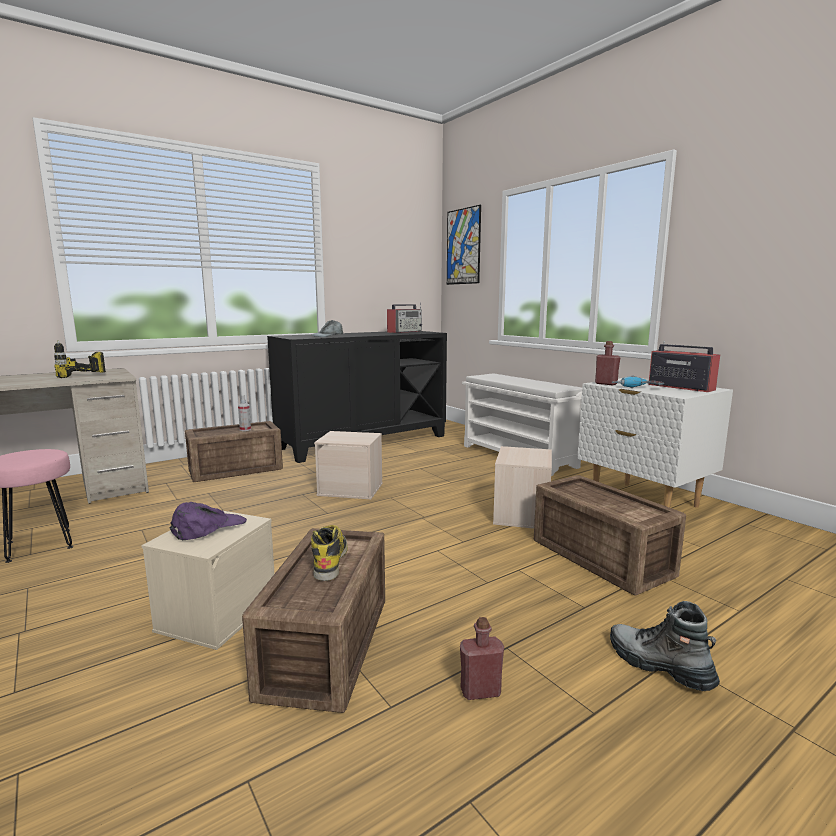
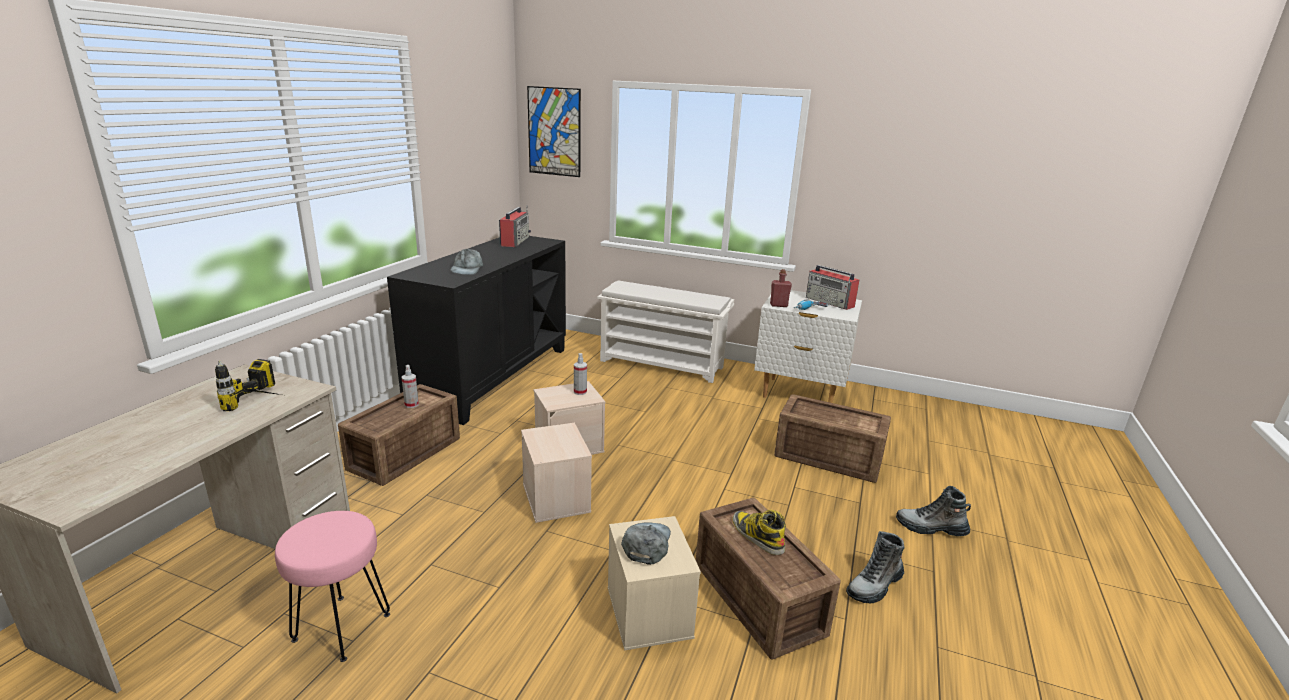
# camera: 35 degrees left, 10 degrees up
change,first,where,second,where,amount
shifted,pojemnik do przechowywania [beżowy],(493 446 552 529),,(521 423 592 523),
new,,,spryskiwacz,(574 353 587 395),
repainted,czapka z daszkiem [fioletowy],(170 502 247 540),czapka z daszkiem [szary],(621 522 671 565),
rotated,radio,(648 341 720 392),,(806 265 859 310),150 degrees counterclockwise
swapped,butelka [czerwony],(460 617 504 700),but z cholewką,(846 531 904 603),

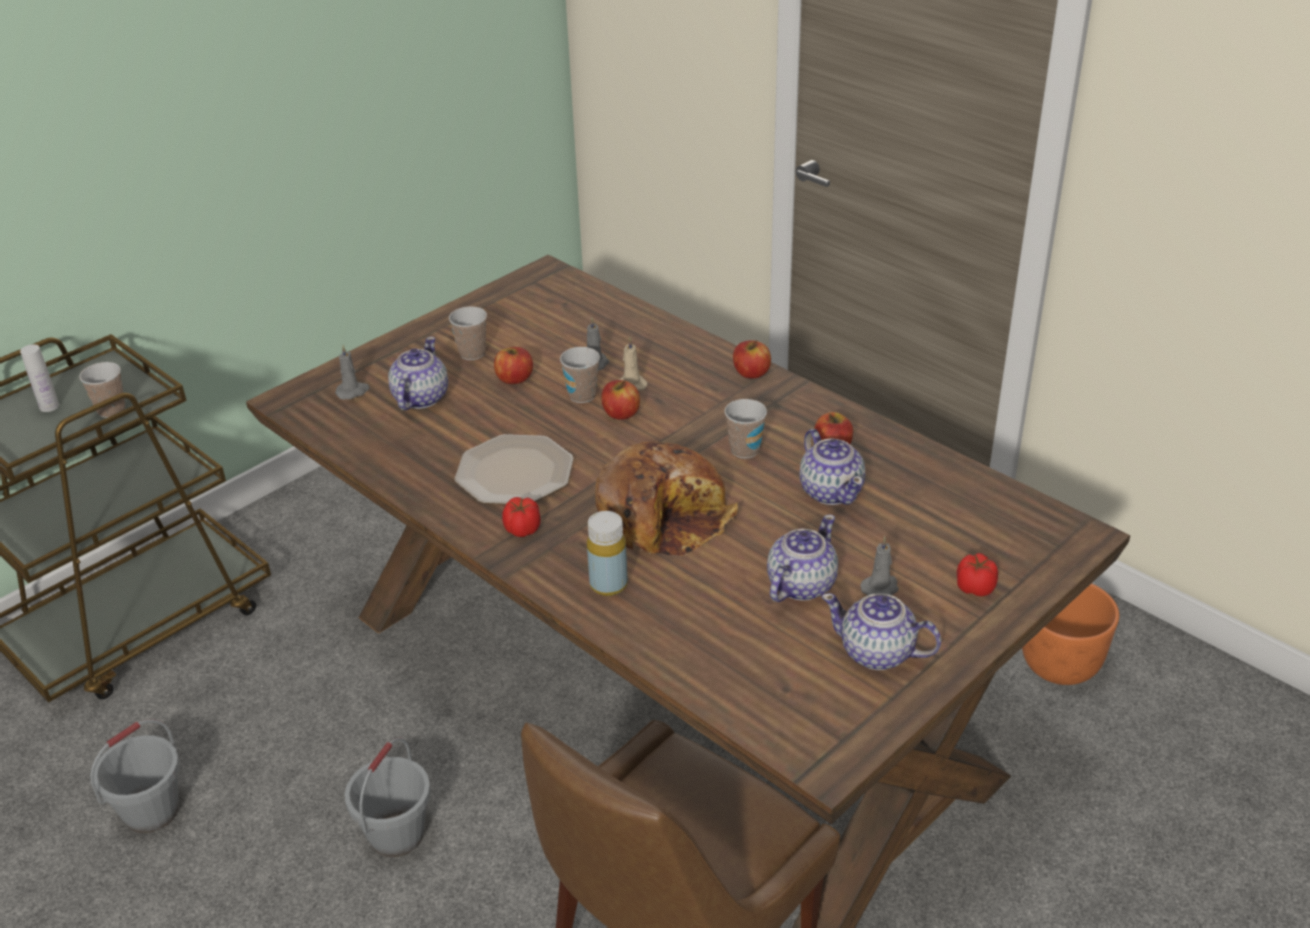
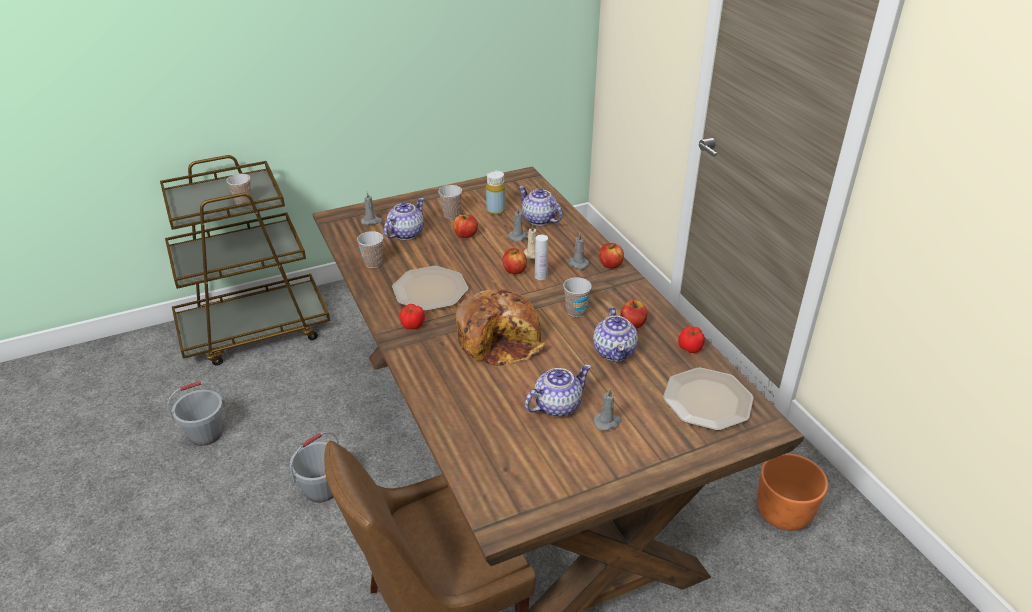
# camera: 20 degrees right, 0 degrees up
change,first,where,second,where,amount
shifted,filiżanka,(560 347 600 403),,(357 231 384 268),
shifted,butelka [żółty],(587 511 628 596),,(486 171 506 215),
shifted,imbryk,(821 593 941 670),,(519 186 562 226),
shifted,butelka [biały],(20 344 59 412),,(535 235 548 280),
new,,,świeca [szary],(568 234 589 269),
new,,,talerz,(663 368 753 431),
shifted,pomidor,(957 553 998 597),,(678 326 705 353),

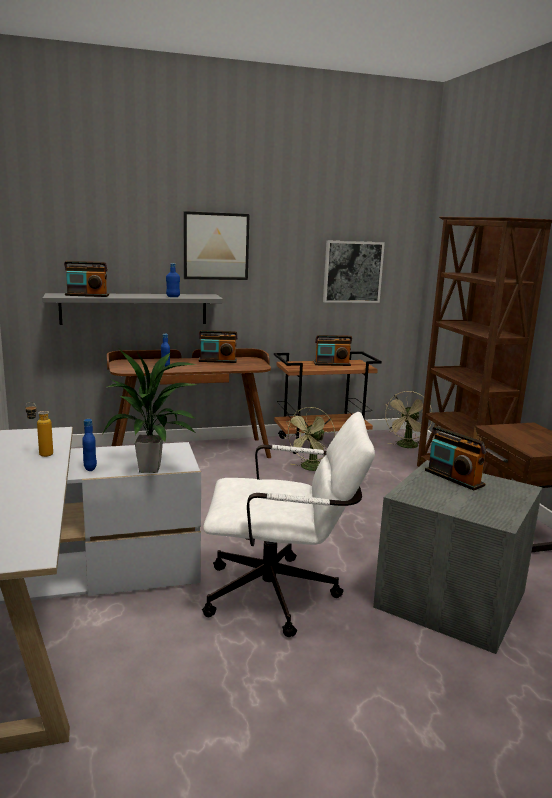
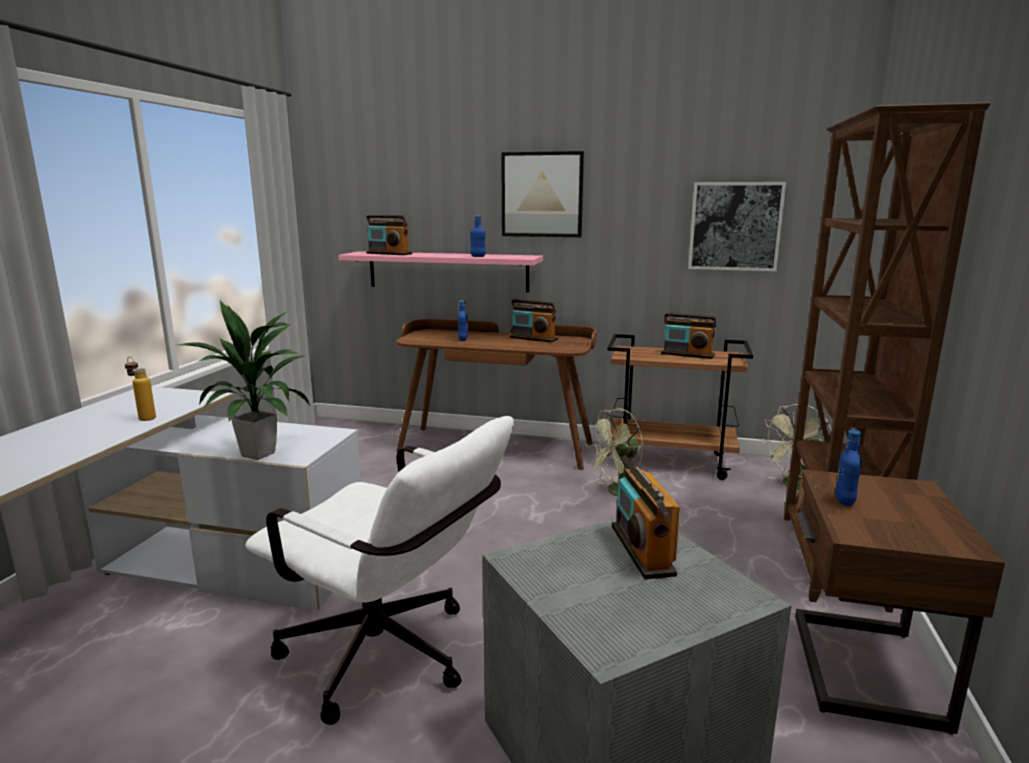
# camera: 30 degrees right, 0 degrees up
change,first,where,second,where,amount
repainted,półka [szary],(42 293 223 325),półka [różowy],(338 251 543 292),
shifted,butelka [niebieski],(82 419 97 471),,(835 430 862 506),

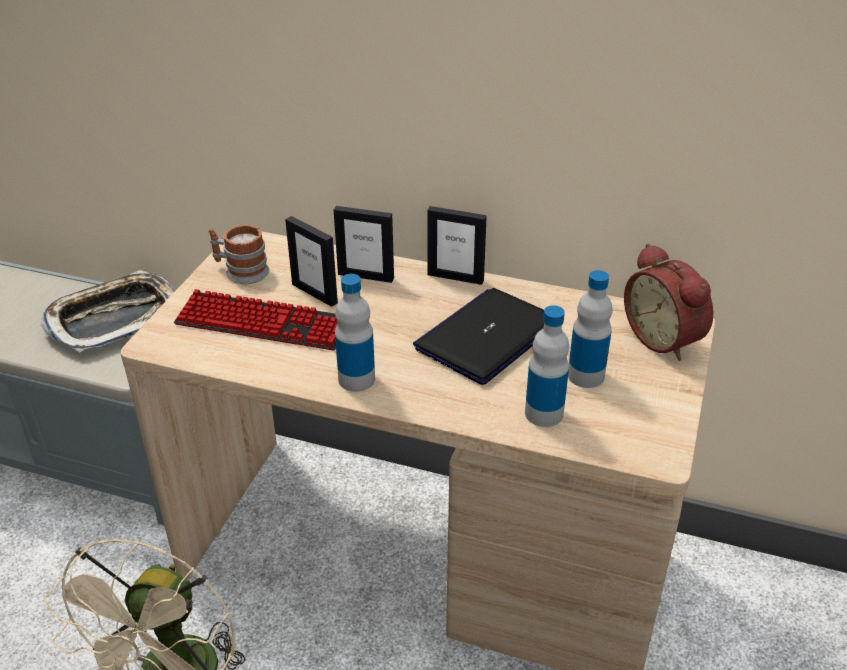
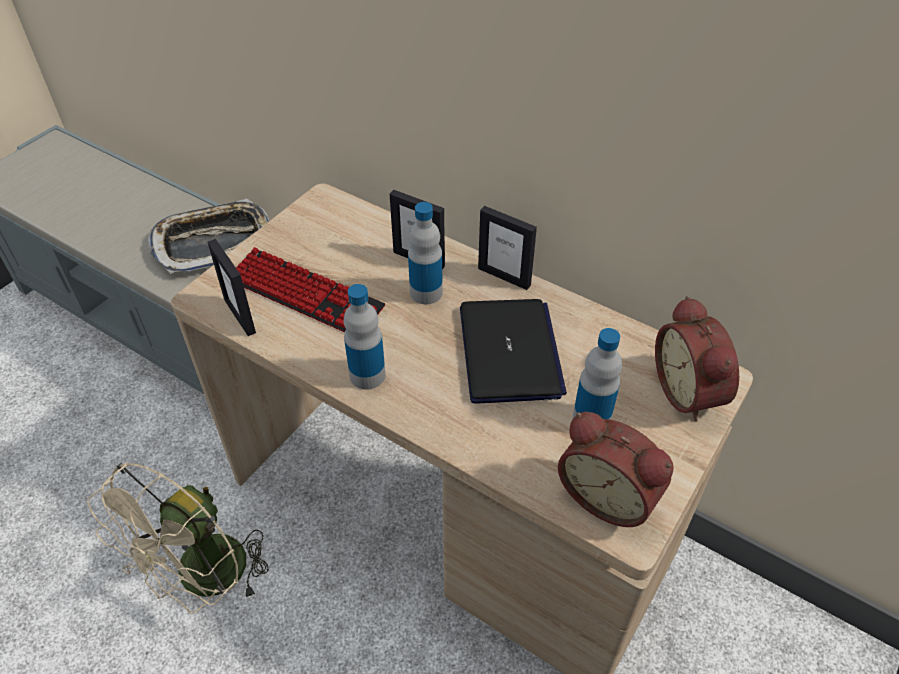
# camera: 15 degrees right, 10 degrees up
change,first,where,second,where,amount
shifted,ramka na zdjęcie,(285 216 338 307),,(208 239 256 336),
shifted,butelka,(525 305 569 427),,(408 202 443 304),
rotated,laptop,(413 288 544 385),,(460 299 567 404),120 degrees clockwise
new,,,budzik,(558 412 674 527),
gone,kubek,(209 225 269 284),,,

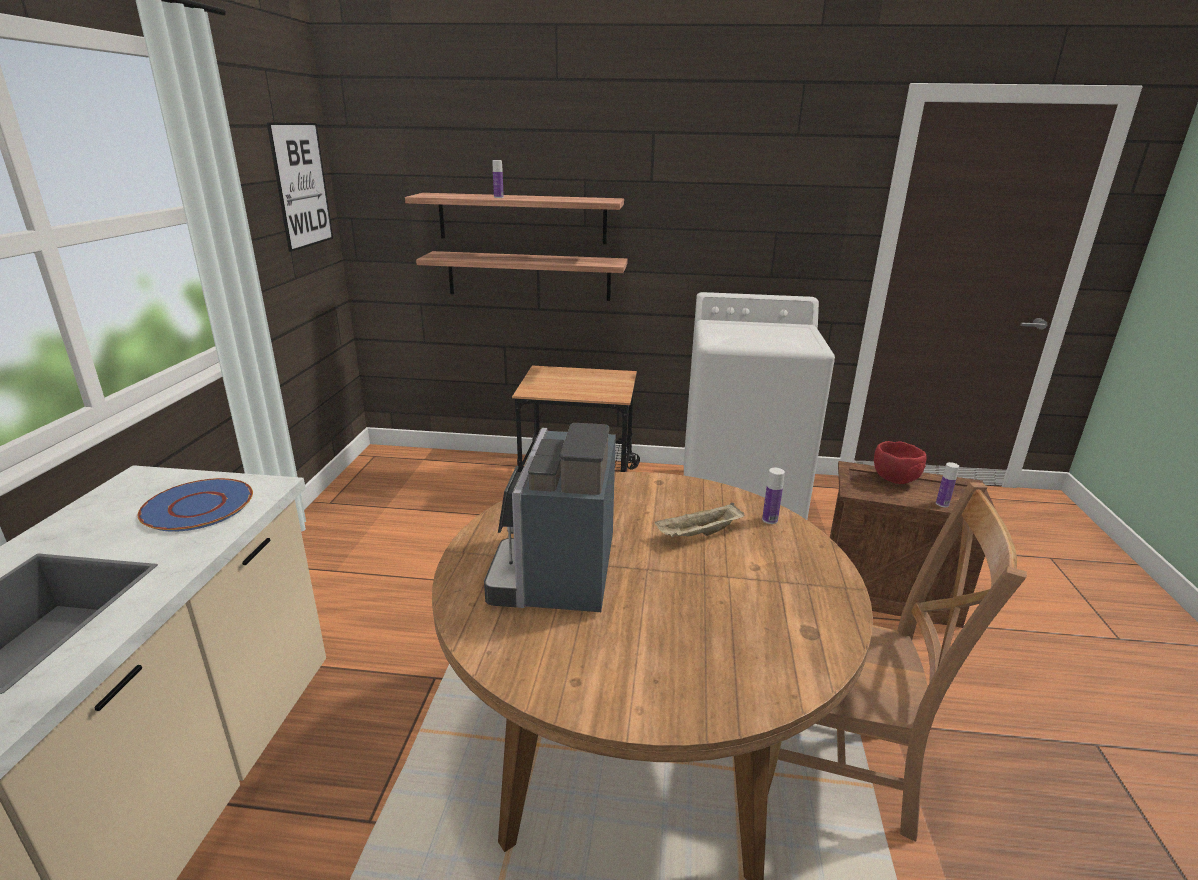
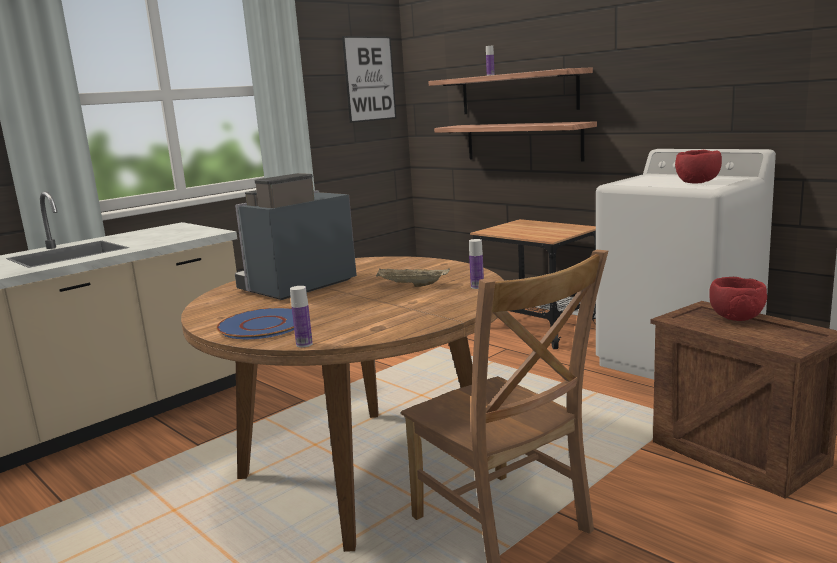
# camera: 40 degrees right, 10 degrees down
change,first,where,second,where,amount
shifted,talerz [niebieski],(138 478 253 532),,(216 307 294 339),
shifted,butelka,(936 462 959 507),,(290 286 313 347),
new,,,miska [czerwony],(675 150 722 184),

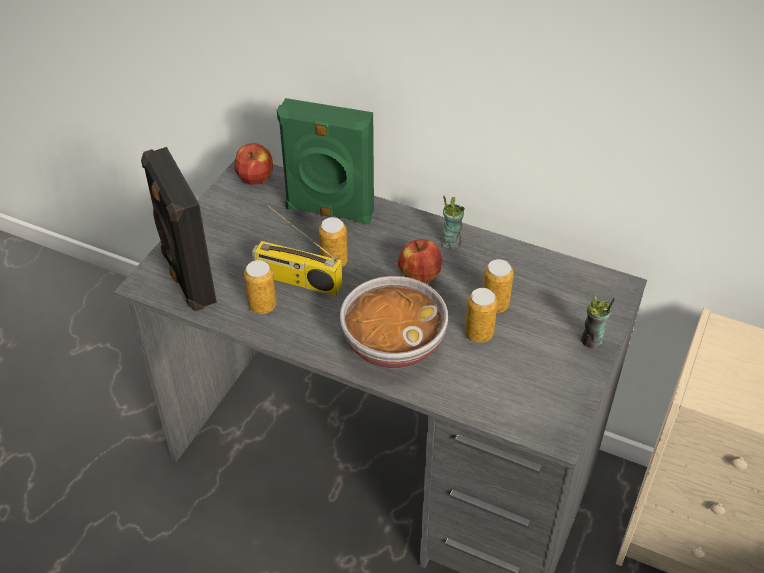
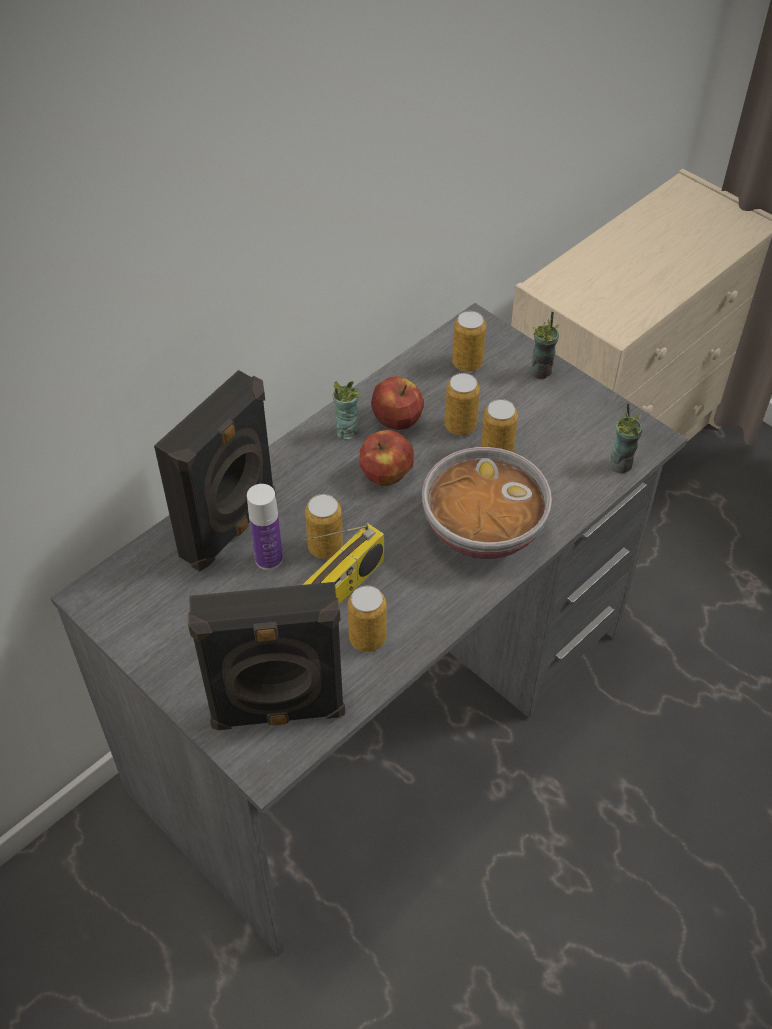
# camera: 70 degrees left, 5 degrees up
change,first,where,second,where,amount
repainted,głośnik [zielony],(277 98 374 224),głośnik [czarny],(154 370 276 572),
new,,,butelka,(247 484 283 570),
shifted,jabłko,(234 143 273 185),,(371 376 424 430),
new,,,puszka,(452 311 486 372),
new,,,filiżanka,(608 403 643 473),

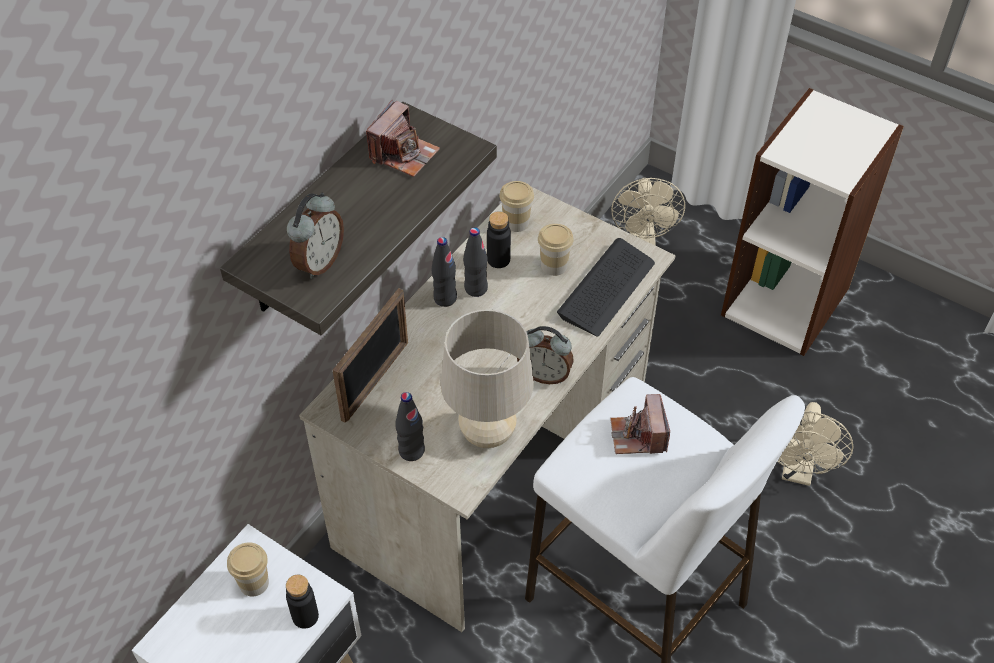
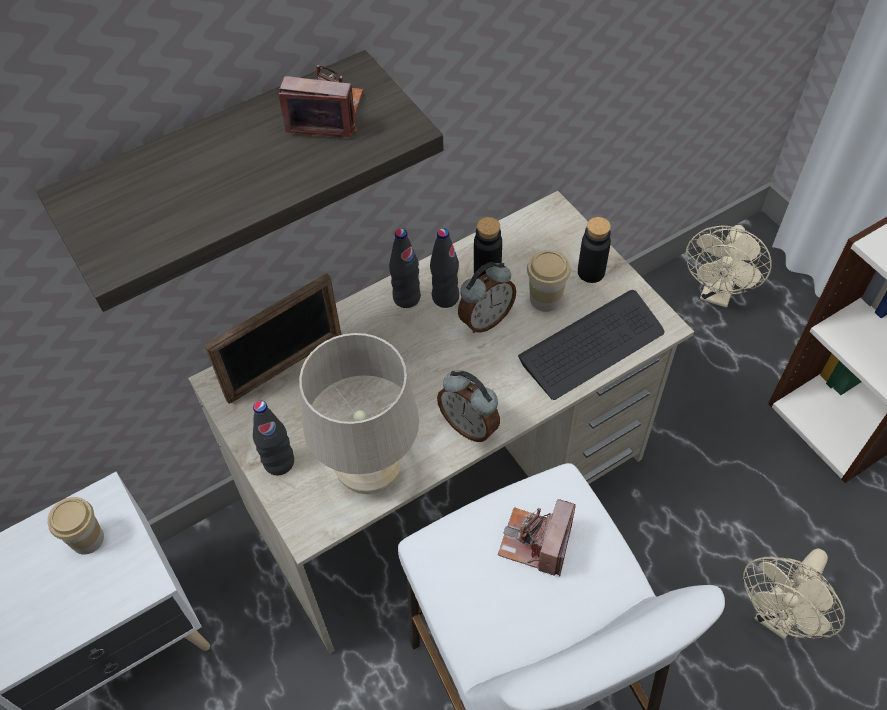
# camera: 25 degrees right, 5 degrees up
change,first,where,second,where,amount
rotated,aparat fotograficzny,(366 100 440 177),,(279 65 363 138),135 degrees counterclockwise
shifted,budzik,(287 192 344 279),,(458 262 516 333),
shifted,butelka [czarny],(286 575 319 629),,(578 217 611 283),
gone,filiżanka,(499 181 534 232),,,

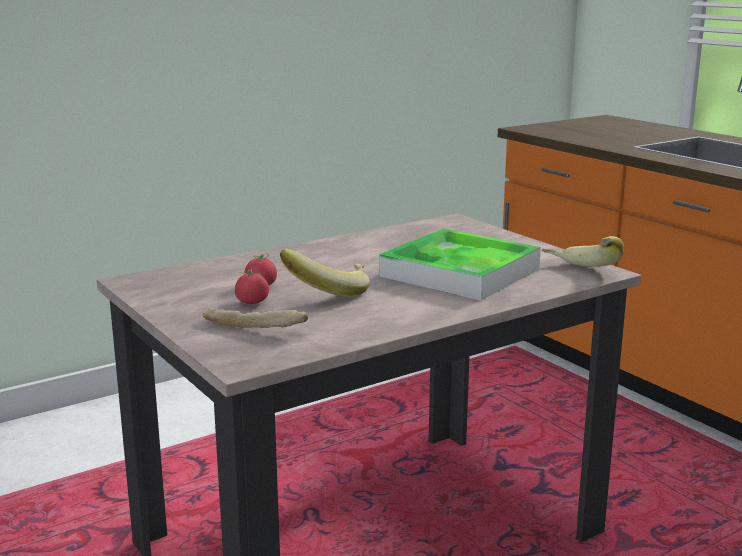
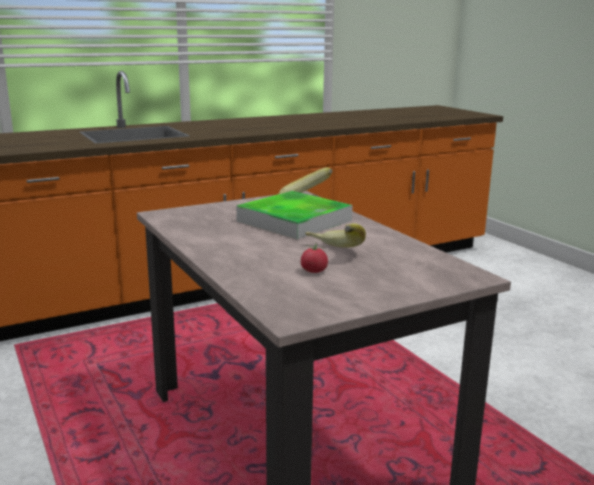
# camera: 85 degrees left, 0 degrees up
change,first,where,second,where,amount
gone,chleb,(203 308 308 328),,,
gone,pomidor,(235 268 269 304),,,

